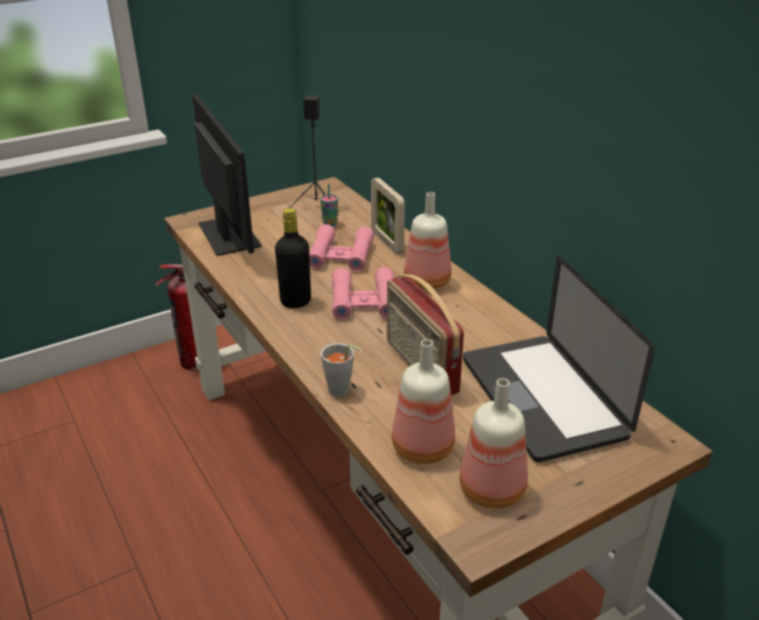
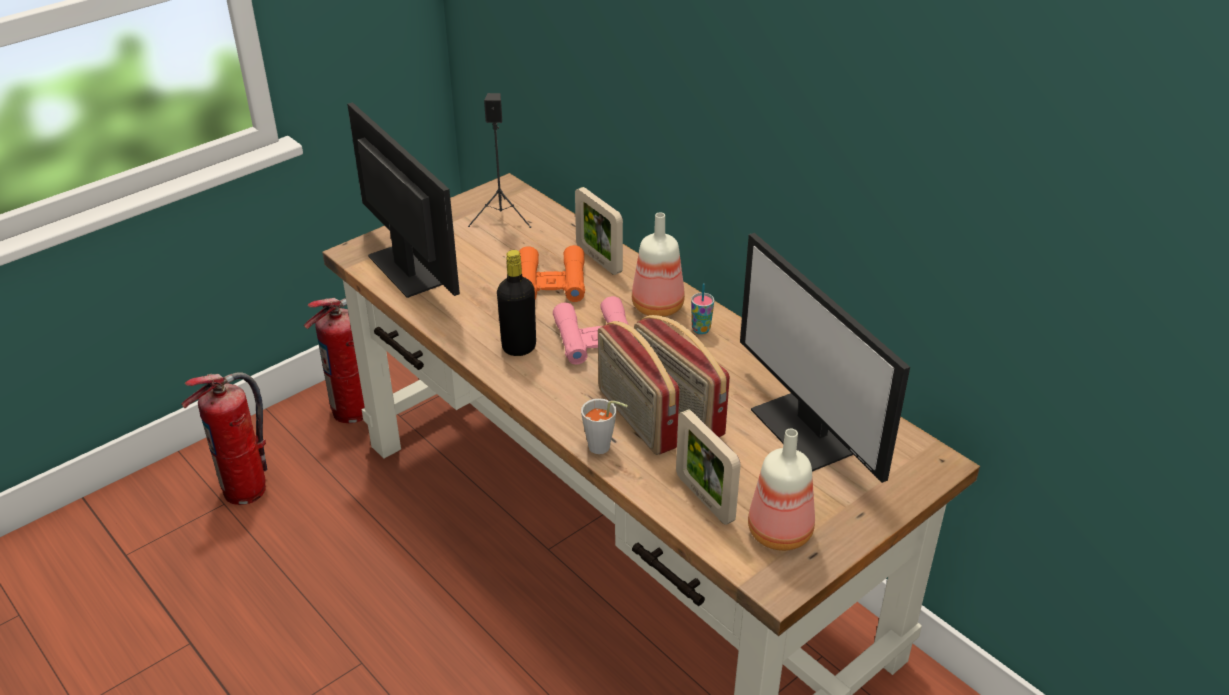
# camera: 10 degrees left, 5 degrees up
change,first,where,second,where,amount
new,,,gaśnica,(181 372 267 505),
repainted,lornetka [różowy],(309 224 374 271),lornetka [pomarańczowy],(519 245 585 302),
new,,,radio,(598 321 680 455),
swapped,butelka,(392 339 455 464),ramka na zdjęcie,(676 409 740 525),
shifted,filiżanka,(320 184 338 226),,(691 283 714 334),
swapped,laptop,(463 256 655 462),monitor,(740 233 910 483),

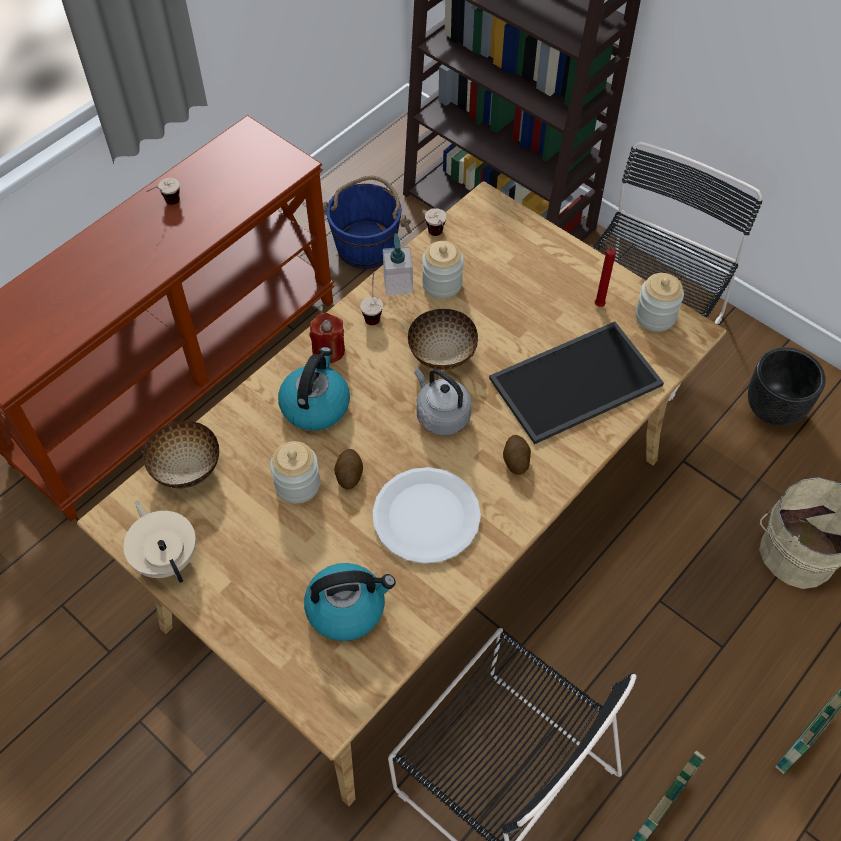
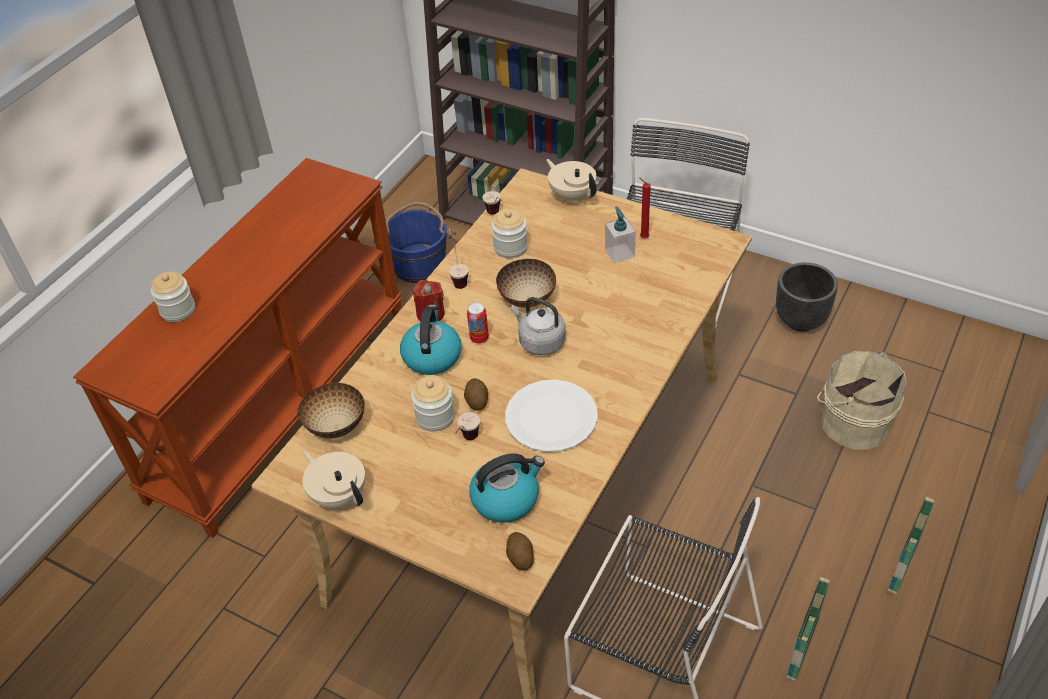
# camera: 10 degrees left, 10 degrees down
change,first,where,second,where,amount
shifted,słoik,(636 273 684 331),,(151 271 195 322),
shifted,filiżanka,(146 178 180 205),,(455 412 480 440),
new,,,puszka,(467 302 489 344),
shifted,ziemniak,(503 435 531 475),,(506 532 534 571),
new,,,imbryk [beżowy],(547 159 597 201),
shifted,dozownik mydła,(383 233 413 296),,(605 206 636 263),
gone,taca,(489 321 664 445),,,

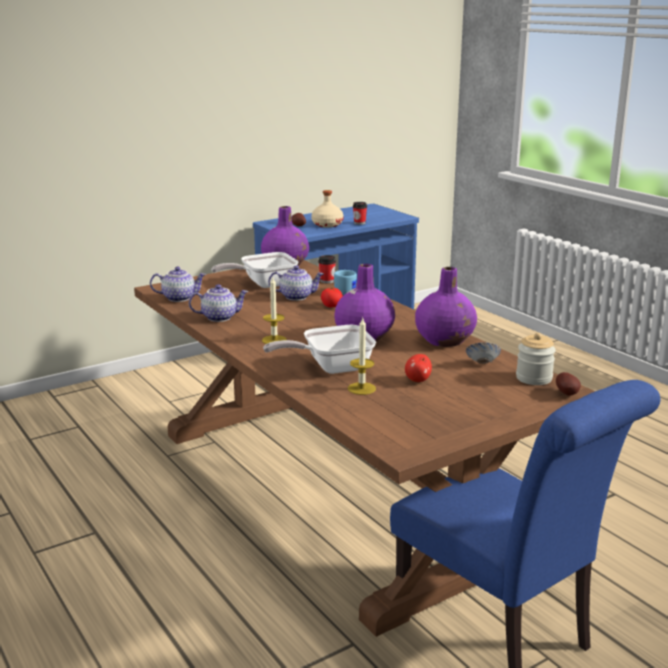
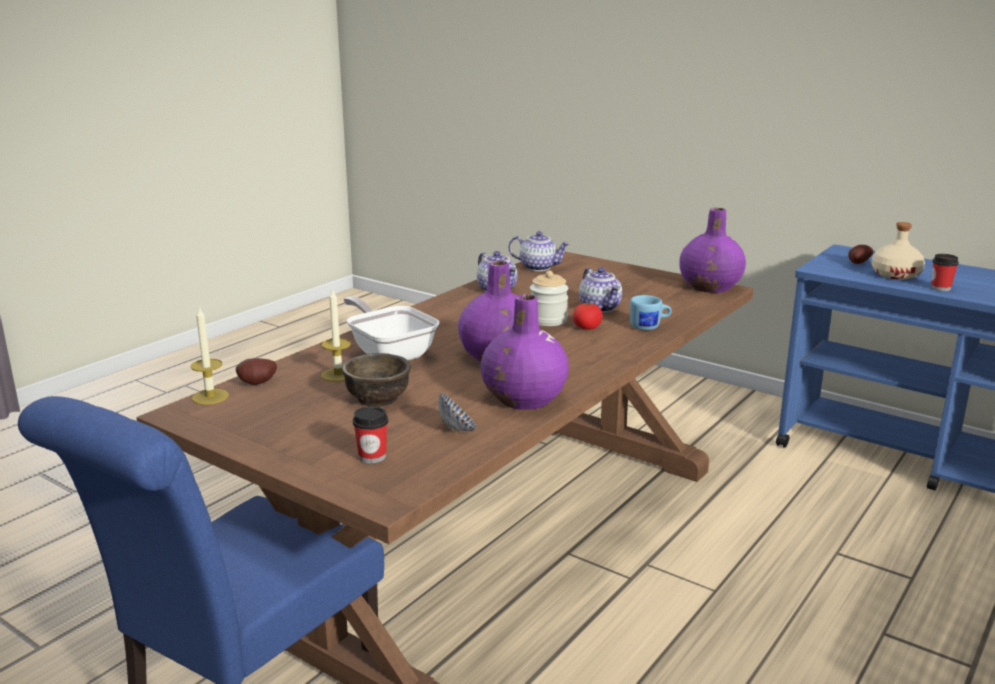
# camera: 70 degrees right, 0 degrees up
change,first,where,second,where,amount
shifted,świeca,(262 277 287 344),,(190 307 229 405),
shifted,ziemniak,(556 372 581 396),,(236 358 277 385),
swapped,jabłko,(405 354 432 382),miska [brązowy],(342 353 411 407),
shifted,filiżanka,(318 255 336 283),,(353 406 388 464),
rotated,imbryk,(150 267 206 302),,(509 231 570 271),45 degrees counterclockwise
shifted,słoik,(516 333 556 385),,(530 271 568 326),
gone,patelnia,(211 252 298 288),,,

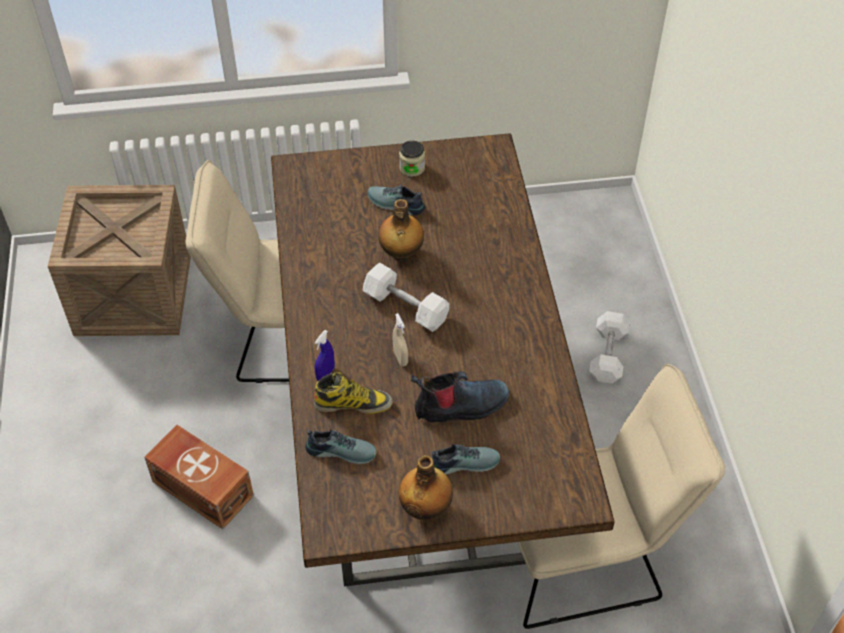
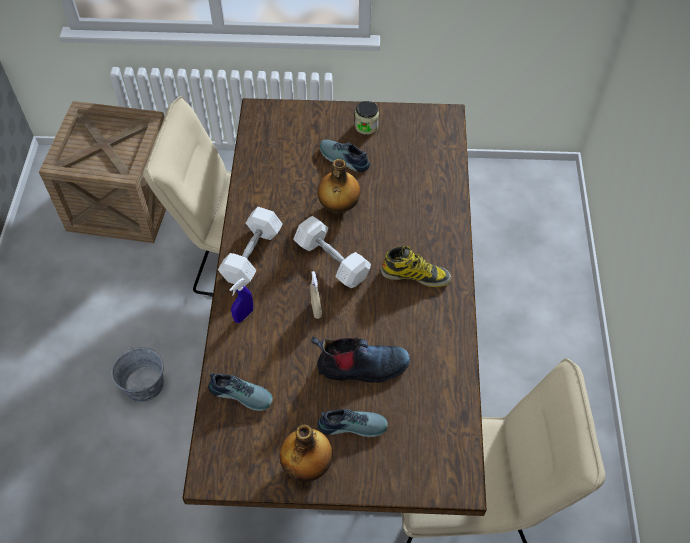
# camera: 10 degrees right, 5 degrees up
change,first,where,second,where,amount
swapped,pojemnik do przechowywania [brązowy],(144 425 254 529),wiadro [szary],(111 347 164 402),
shifted,hantel [biały],(589 311 629 384),,(218 207 283 286),
shifted,but z cholewką,(314 372 393 414),,(381 246 451 287),

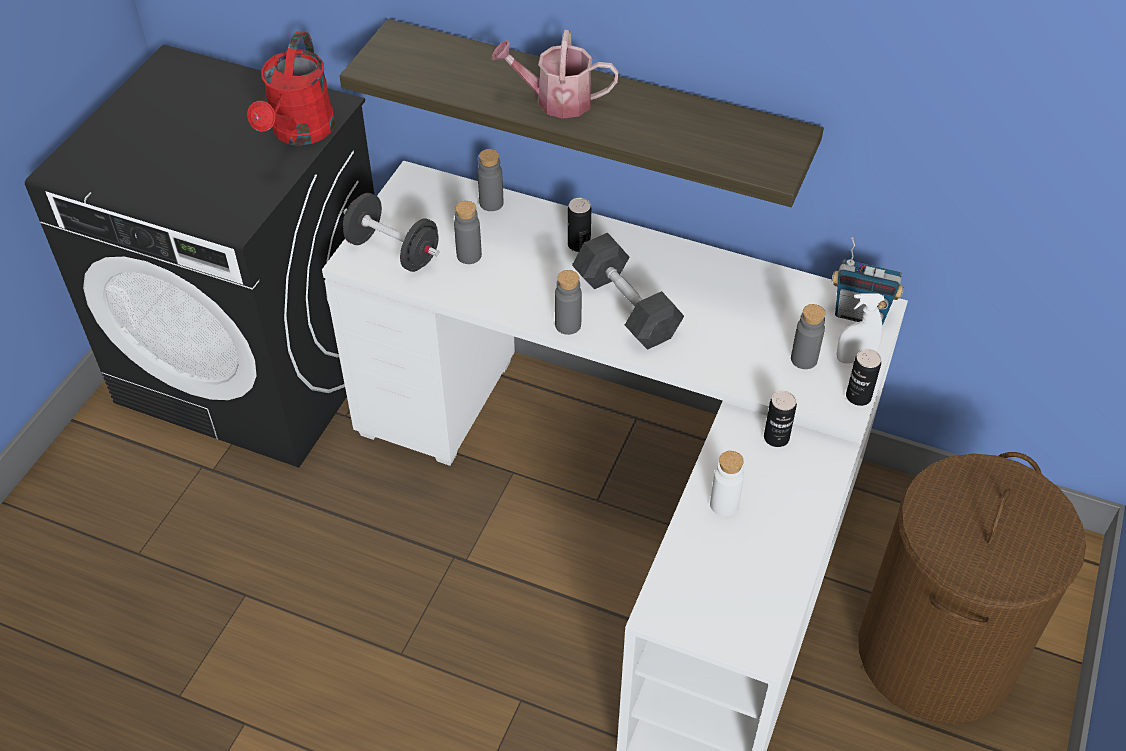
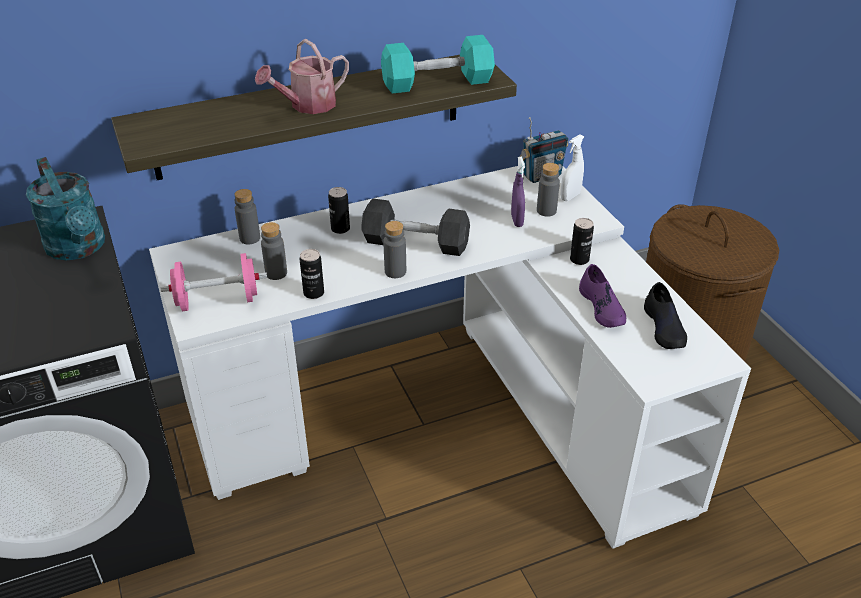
# camera: 45 degrees left, 10 degrees down
change,first,where,second,where,amount
repainted,konewka [czerwony],(247 31 335 146),konewka [turkusowy],(26 157 105 261),
repainted,hantel [czarny],(343 193 439 272),hantel [różowy],(160 253 267 311),
shifted,puszka,(846 349 881 406),,(300 249 324 299),
new,,,hantel [turkusowy],(381 35 495 93),
new,,,spryskiwacz [fioletowy],(511 157 525 227),
swapped,butelka [biały],(710 451 744 516),but [fioletowy],(579 264 626 328),
new,,,but [czarny],(644 282 687 349),

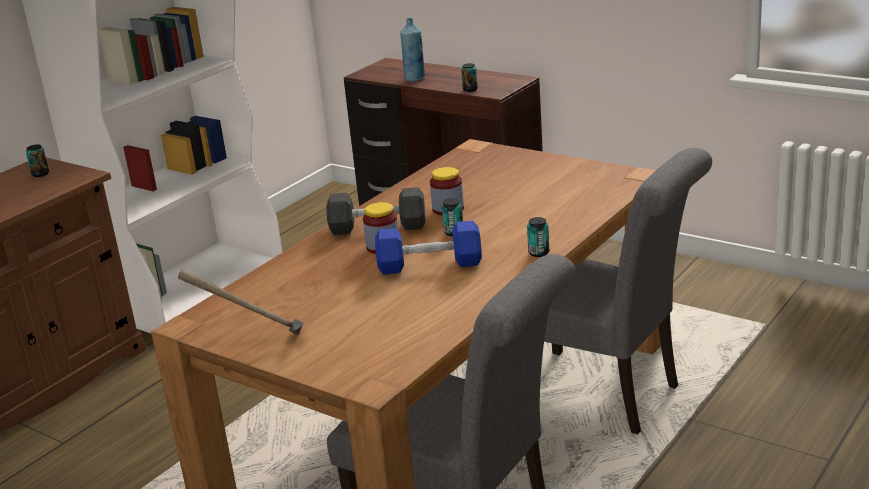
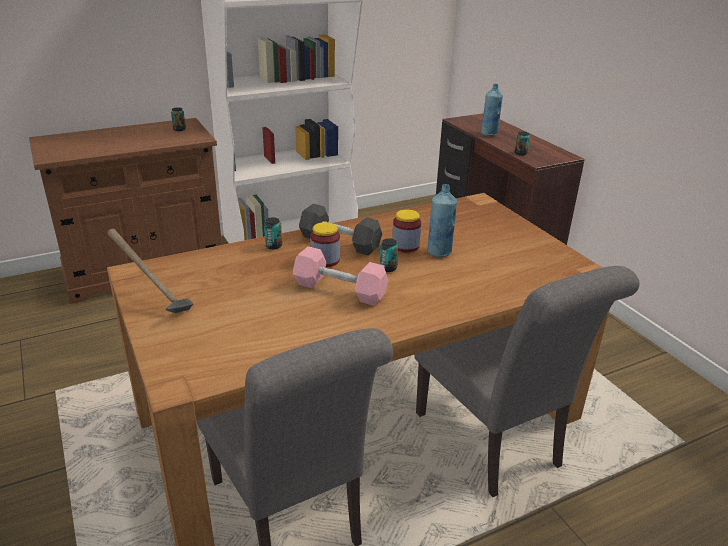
# camera: 25 degrees right, 5 degrees up
change,first,where,second,where,amount
shifted,puszka,(527 217 549 257),,(264 217 282 249),
repainted,hantel [niebieski],(375 221 482 275),hantel [różowy],(293 246 388 306),
new,,,butelka [niebieski],(428 184 457 257),

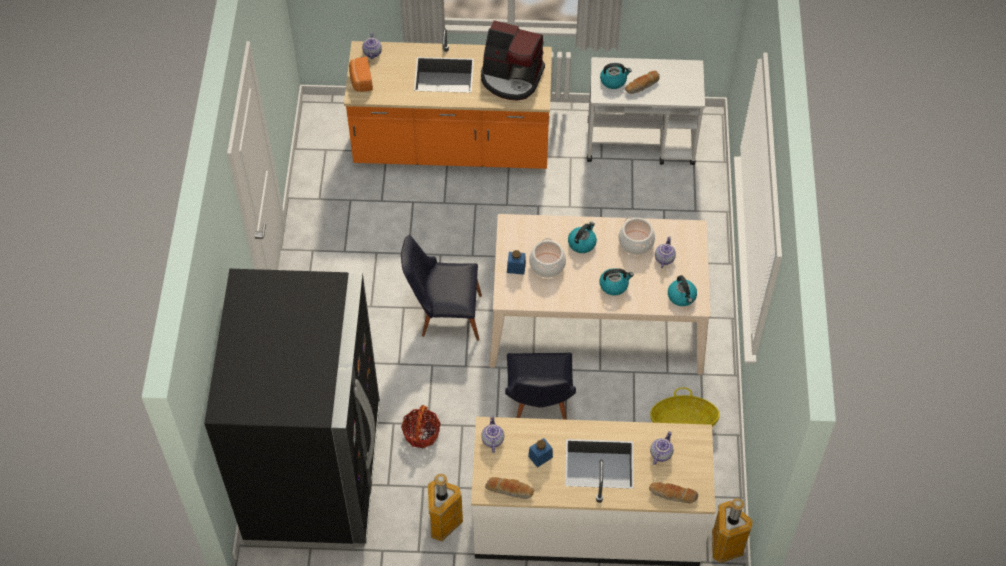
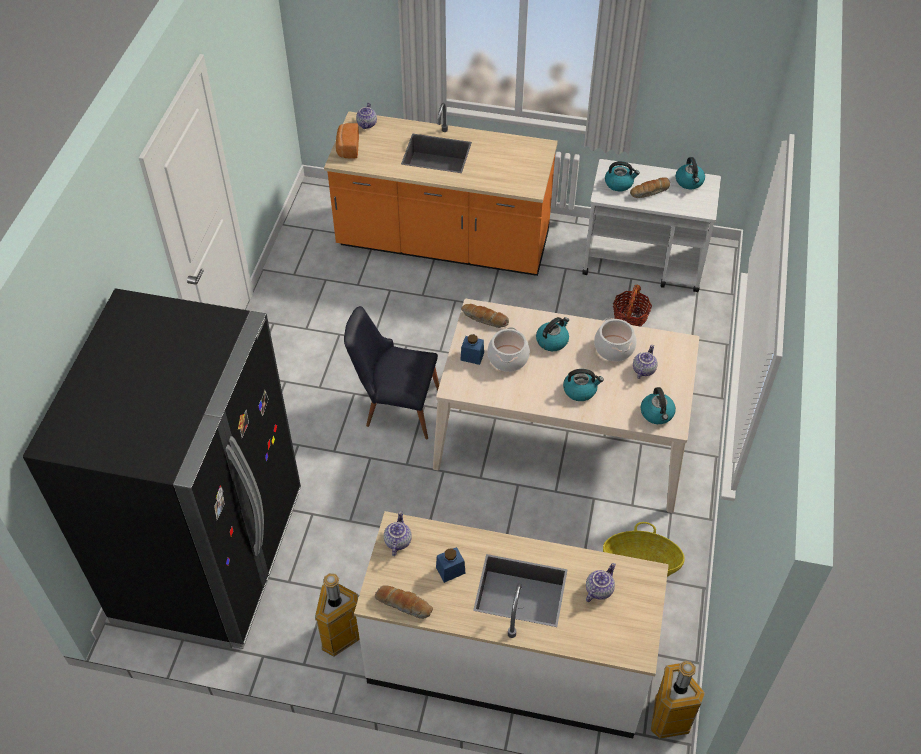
# camera: 10 degrees right, 5 degrees down
change,first,where,second,where,amount
shifted,chleb,(649 482 698 504),,(461 304 509 328),
shifted,koszyk,(401 405 441 448),,(613 285 652 327),
new,,,czajnik,(676 157 705 189),
gone,ekspres do kawy,(481 20 545 101),,,
gone,krzesło [czarny],(505 353 576 420),,,

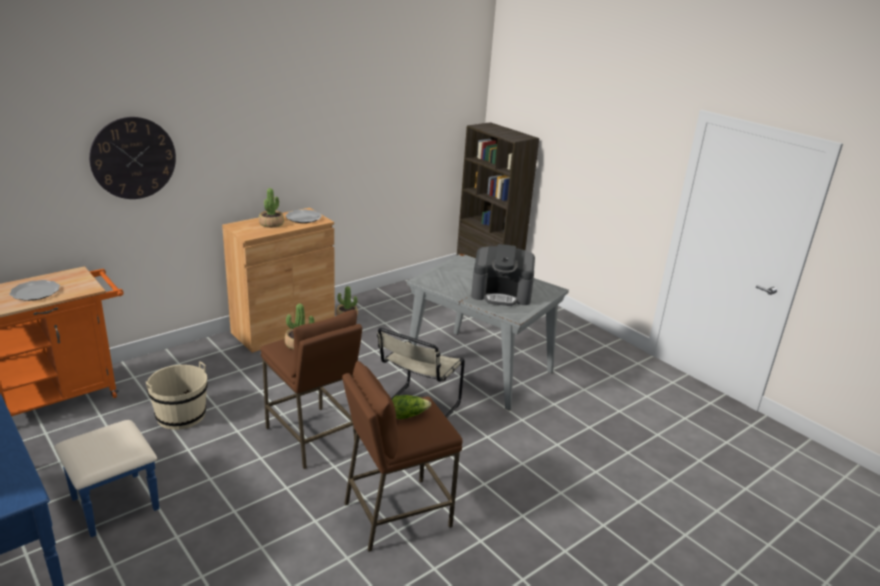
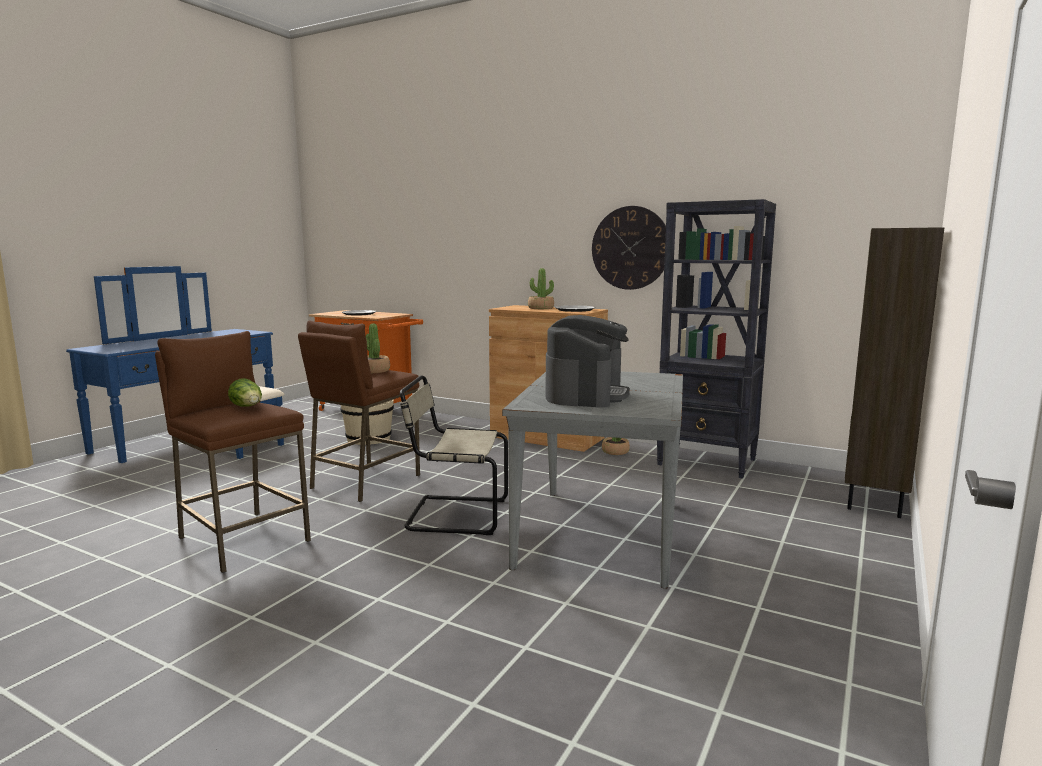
# camera: 70 degrees right, 15 degrees down
change,first,where,second,where,amount
rotated,ekspres do kawy,(471 244 535 306),,(545 315 630 408),150 degrees counterclockwise
shifted,zegar ścienny,(89 117 176 199),,(592 206 666 290),
new,,,regał [czarny],(657 199 776 478),

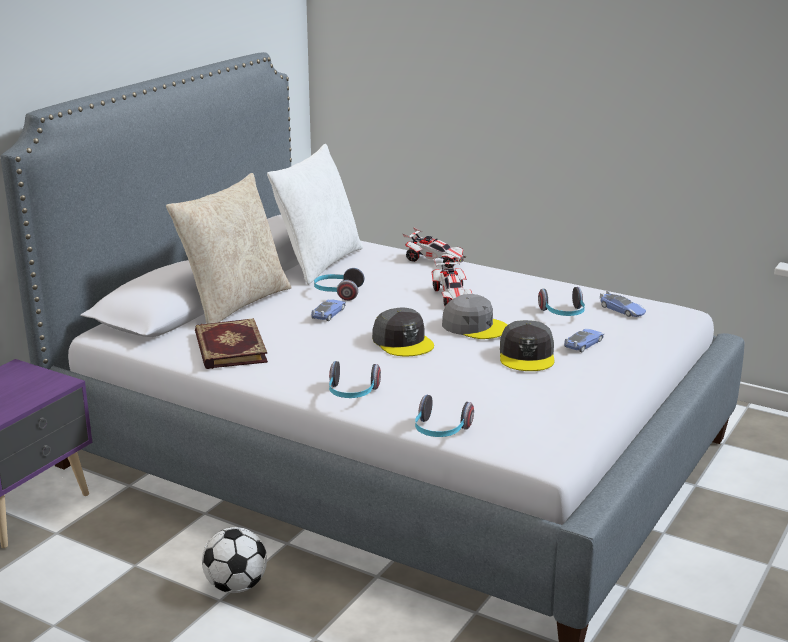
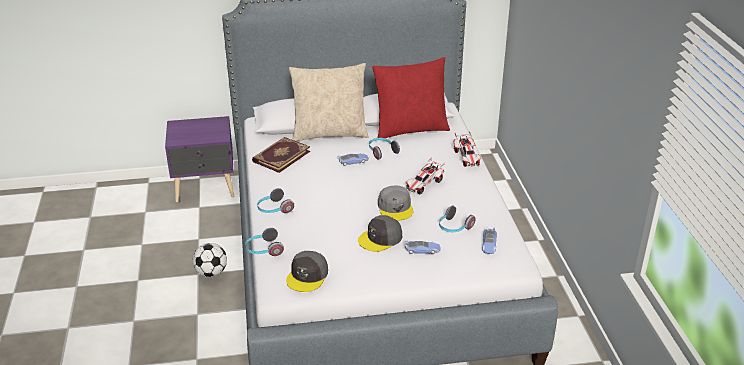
# camera: 50 degrees right, 10 degrees up
change,first,where,second,where,amount
shifted,czapka z daszkiem [szary],(372 307 434 356),,(286 251 328 292),
repainted,poduszka [biały],(267 144 363 285),poduszka [czerwony],(372 57 450 138),

